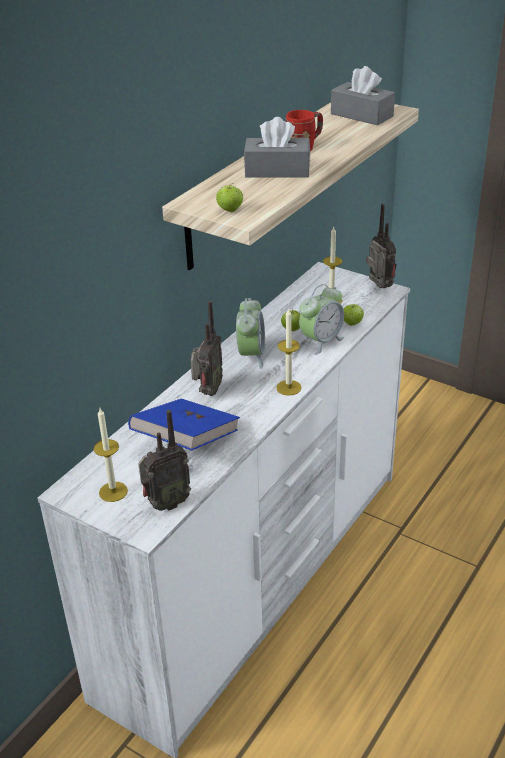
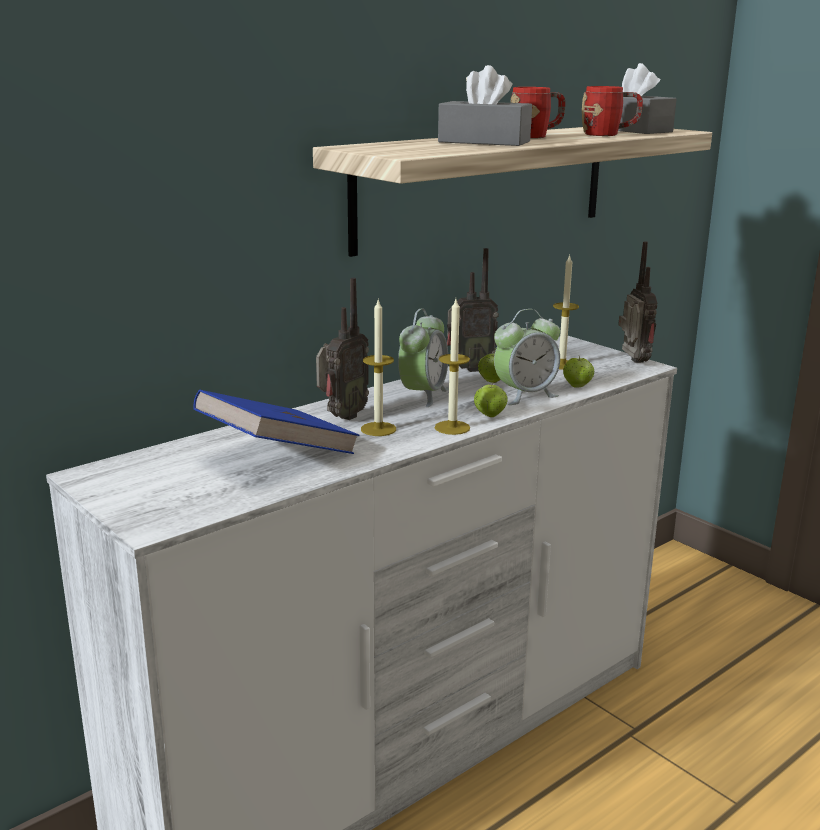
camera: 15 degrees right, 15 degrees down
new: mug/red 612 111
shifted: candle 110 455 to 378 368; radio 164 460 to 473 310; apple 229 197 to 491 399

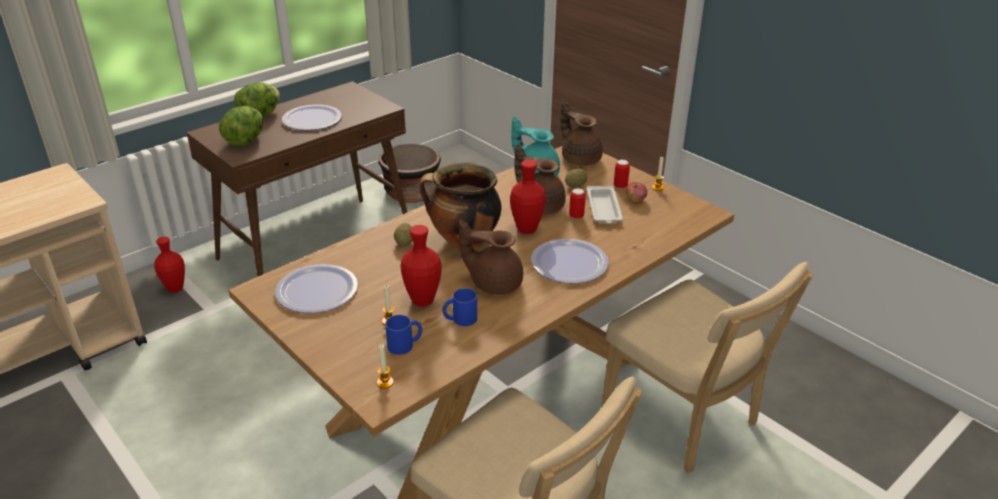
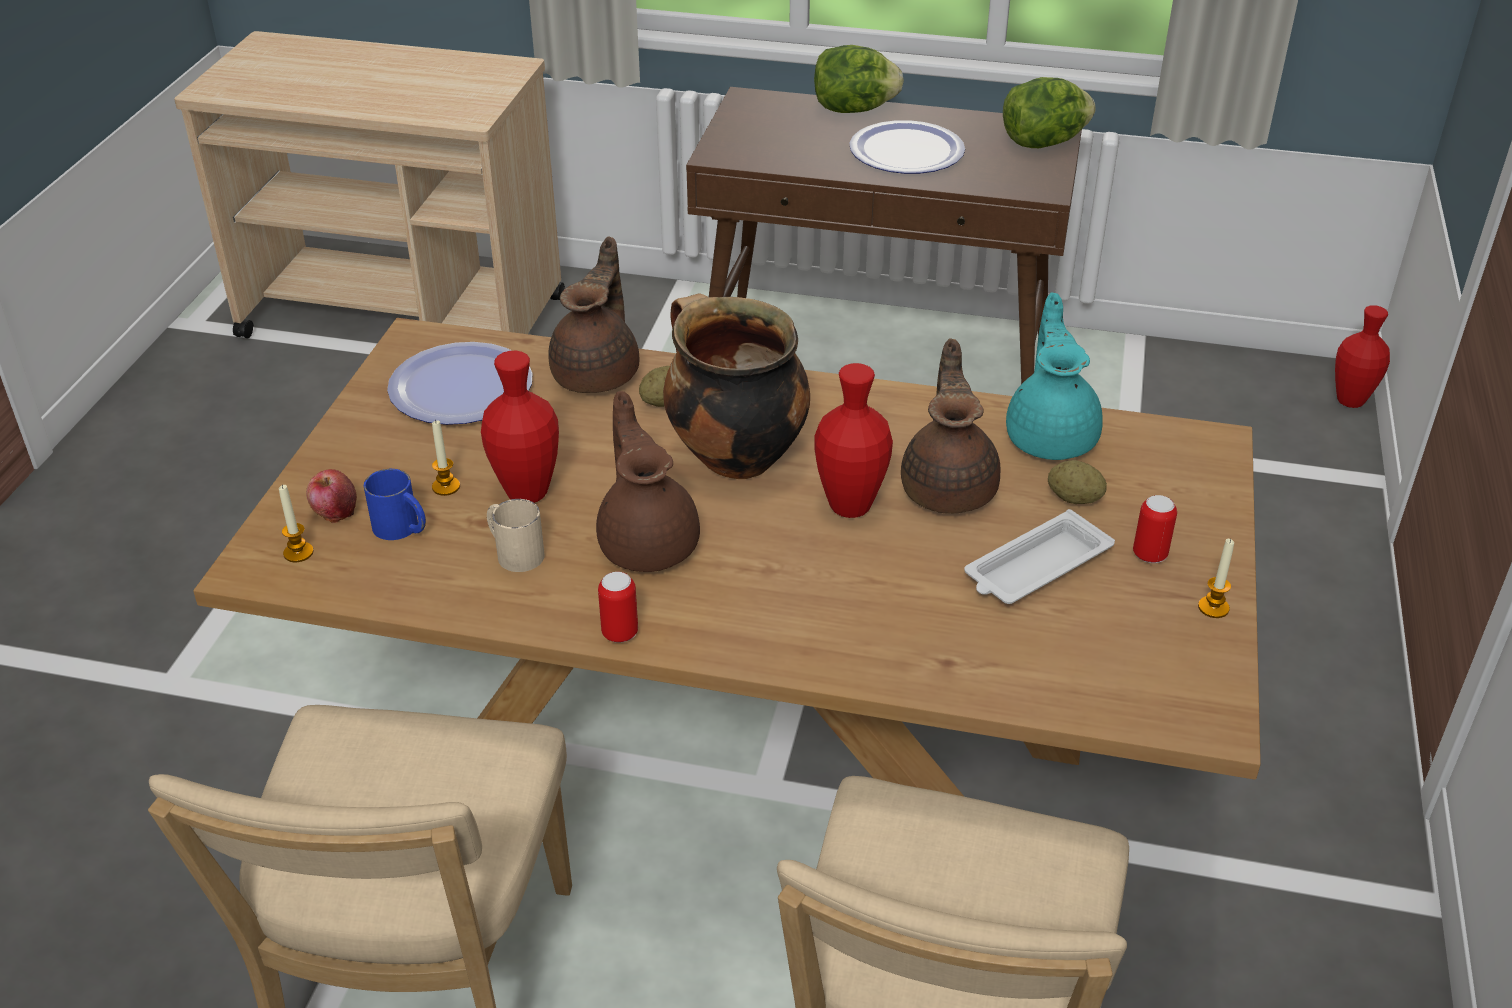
camera: 55 degrees right, 5 degrees up
gone: planter/black 409 173; plate 570 261
shifted: vase/red 169 265 to 1362 356; lettuce 241 126 to 1049 112; teapot/brown 581 133 to 593 314; can 577 203 to 618 607; apple 636 193 to 331 496
repainted: mug/blue 459 307 to mug/beige 516 535

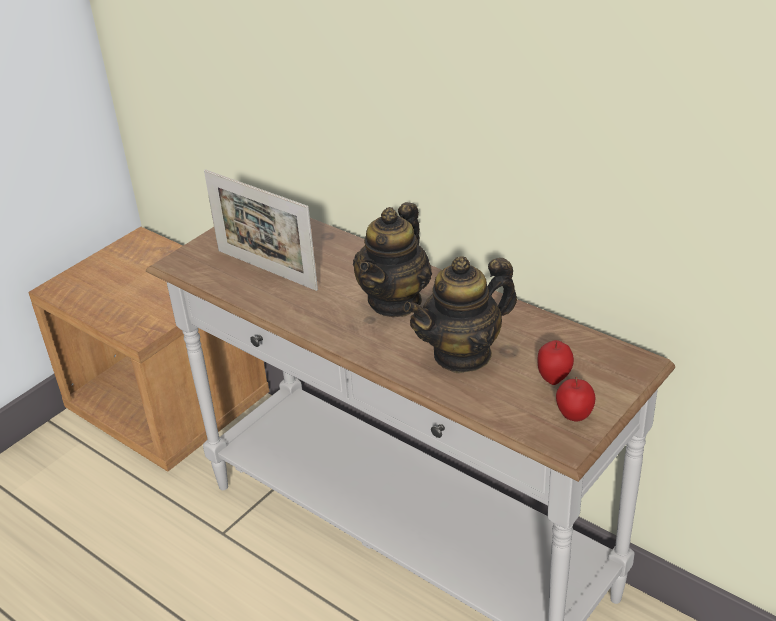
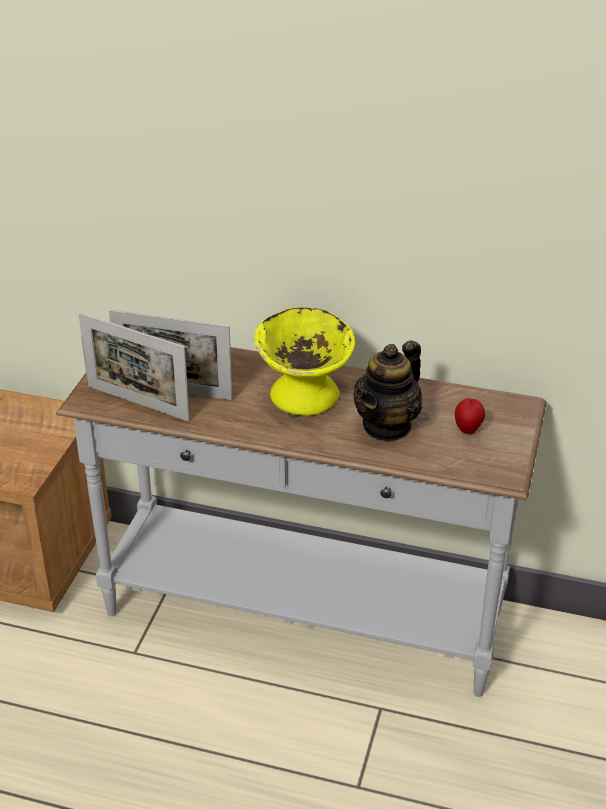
camera: 25 degrees left, 0 degrees up
gone: apple 575 399
new: picture frame 134 367
swapped: teapot 392 259 to bowl/yellow 304 361

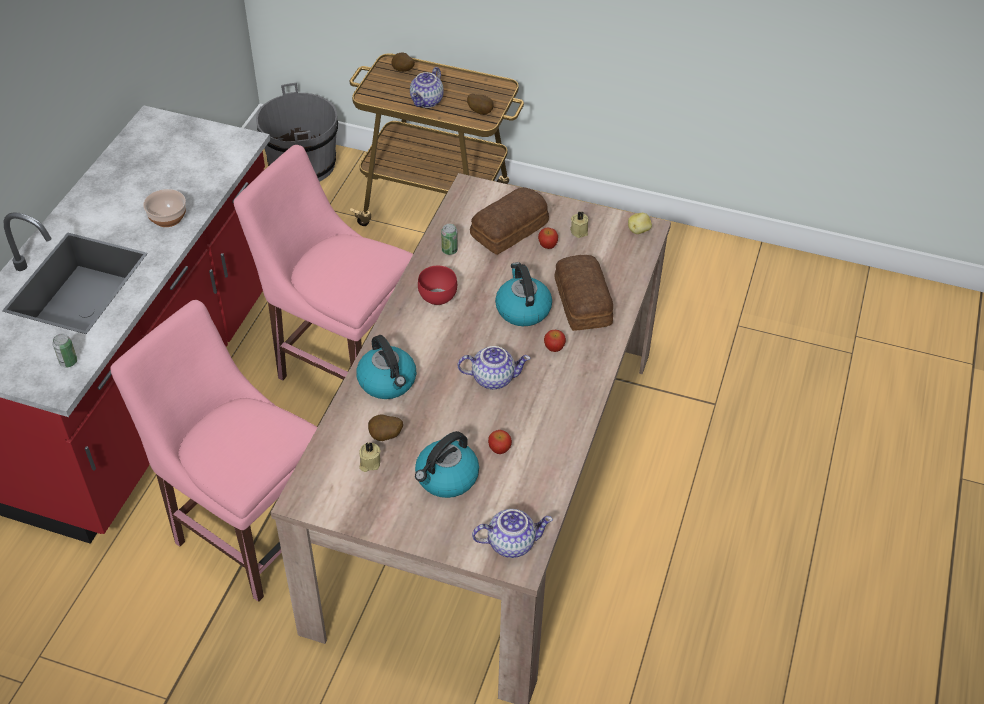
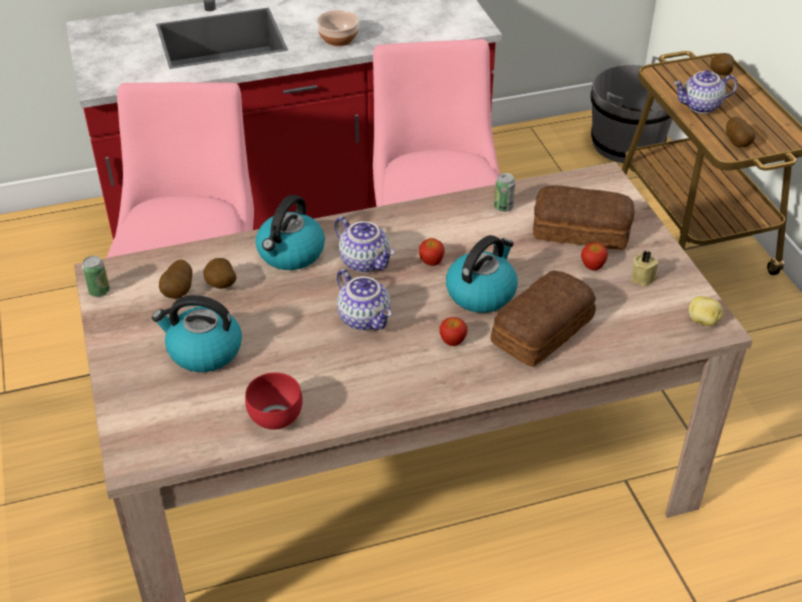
camera: 55 degrees right, 5 degrees down
shifted: can 64 350 to 96 276; bowl/red 437 285 to 274 400; teapot 512 533 to 364 244; apple 500 442 to 432 252
swapped: candle/beige 369 457 to potato 176 279

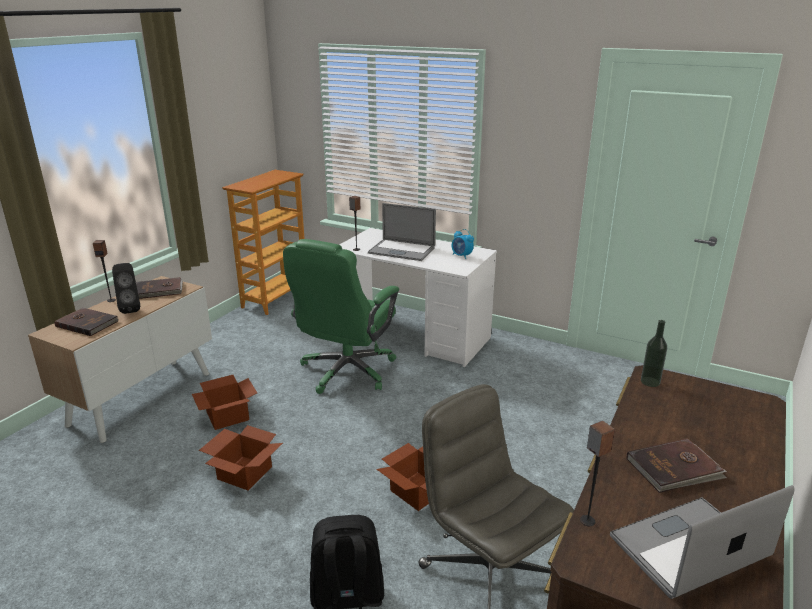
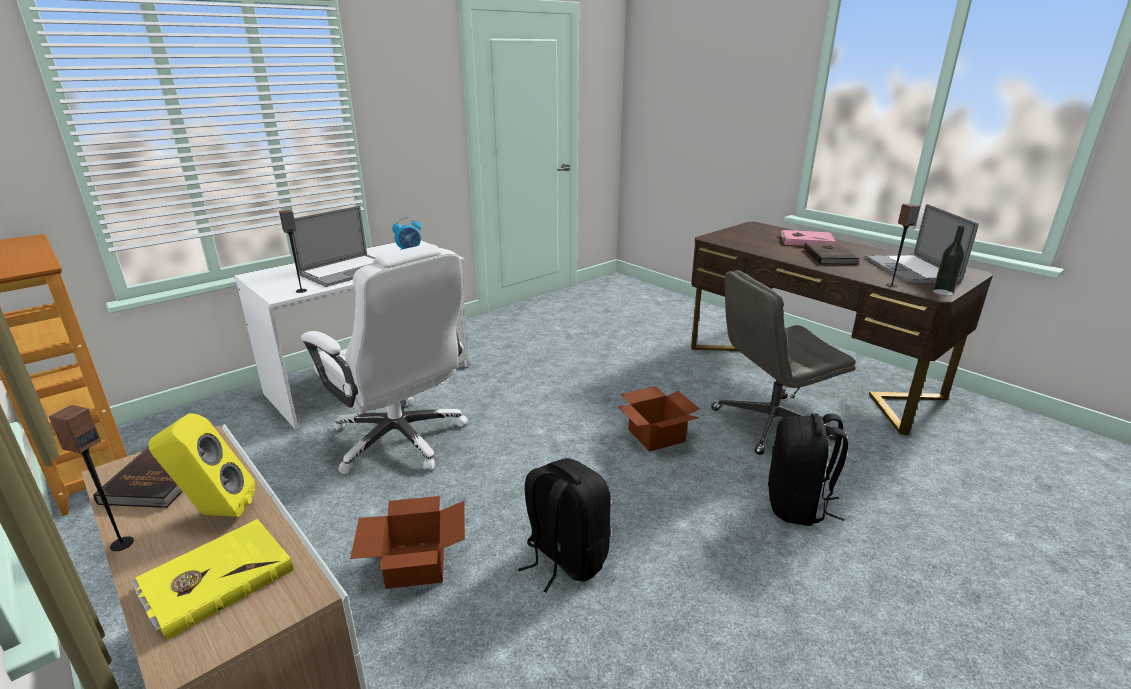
camera: 70 degrees left, 0 degrees up
new: book/pink 808 238
shifted: bottle 654 353 to 949 261
swapped: cardboard box 241 458 to backpack/black 564 525
repainted: book/brown 86 322 to book/yellow 212 580; speaker/black 126 288 to speaker/yellow 201 465; office chair/green 341 316 to office chair/white 384 359

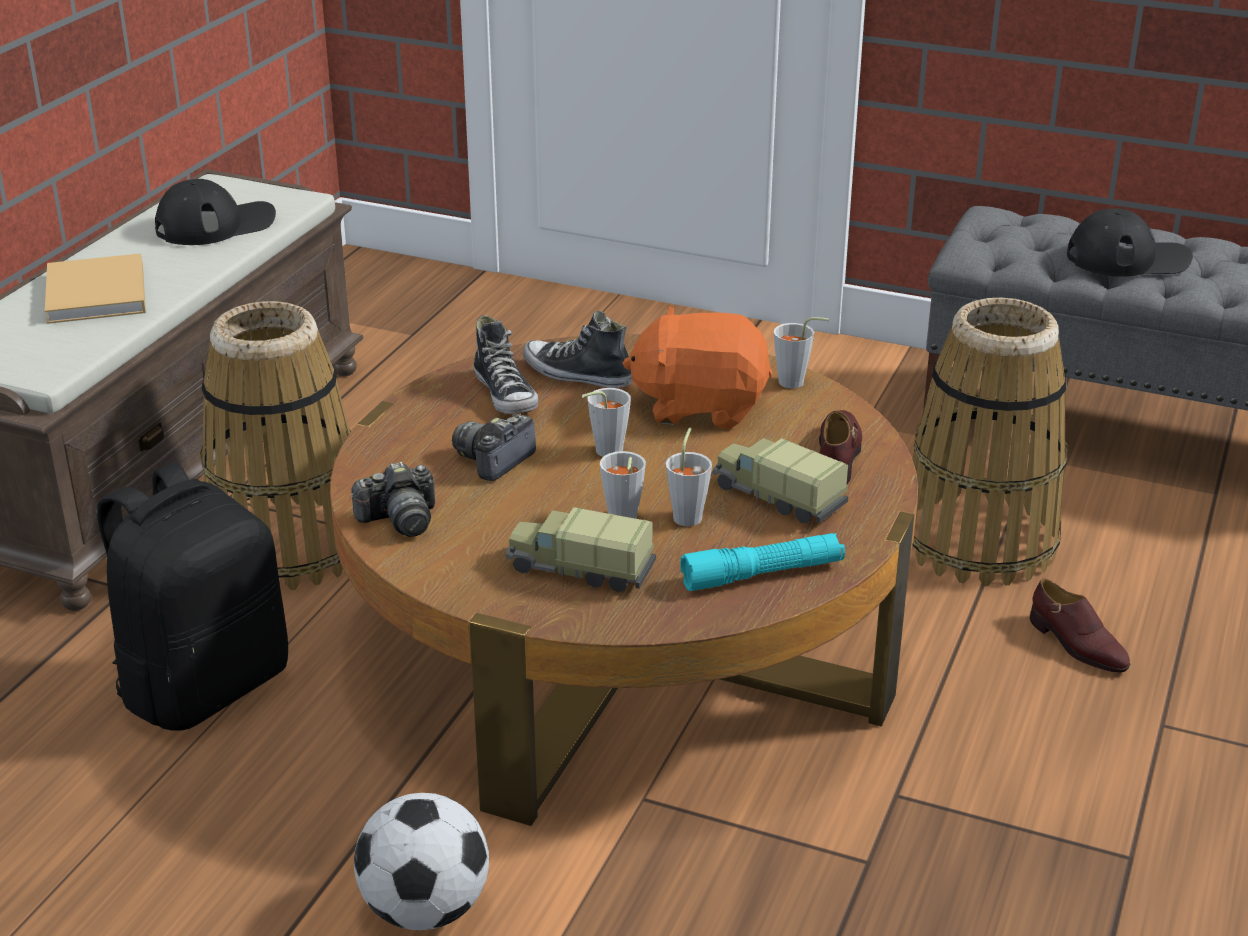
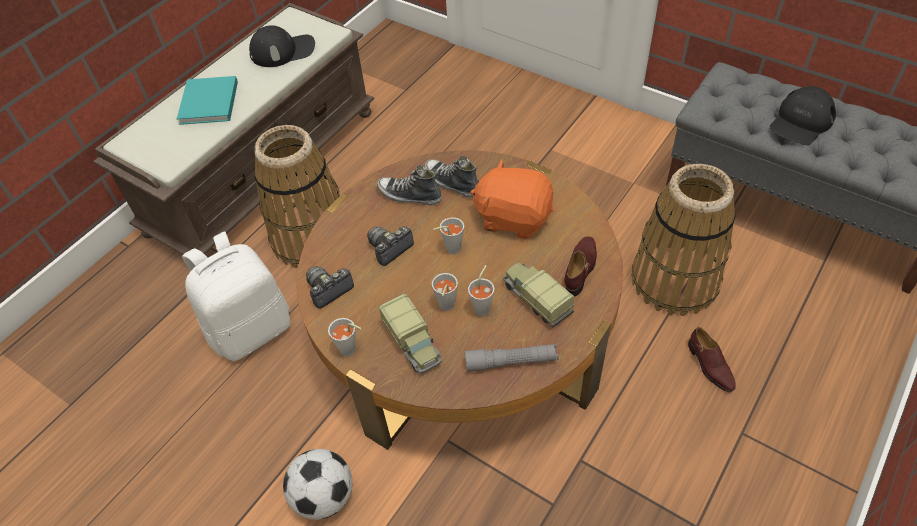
camera: 15 degrees right, 20 degrees up
shifted: cup/grey 802 352 to 344 337
repainted: book/beige 95 288 to book/turquoise 207 100; backpack/black 192 596 to backpack/white 236 296; flashlight/turquoise 762 562 to flashlight/grey 512 358
rotated: photo camera 392 499 = 330 287 150 degrees clockwise; shoe 506 364 = 409 185 120 degrees clockwise; toy truck 581 549 = 410 334 150 degrees counterclockwise; cap/black 1130 242 = 803 115 120 degrees clockwise

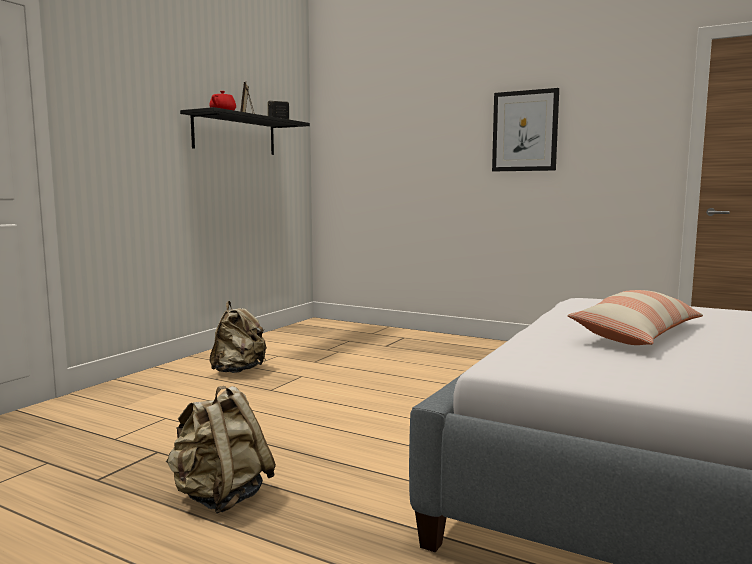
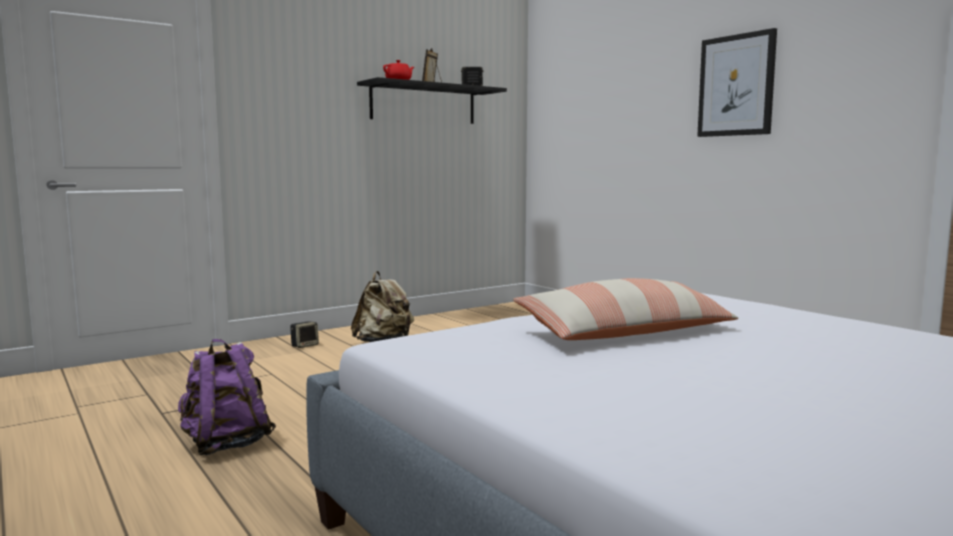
camera: 25 degrees right, 0 degrees up
new: speaker 304 334
repainted: backpack/beige 221 449 to backpack/purple 227 397

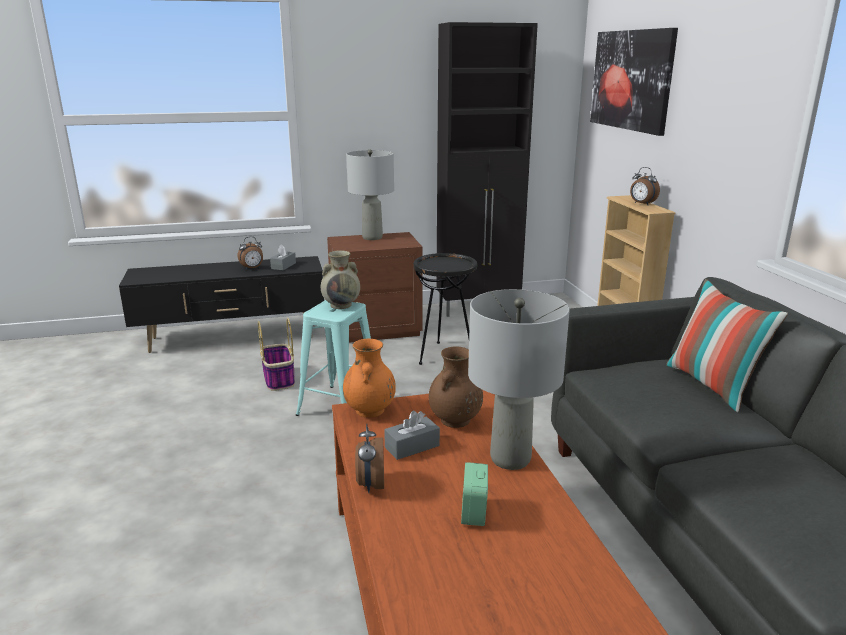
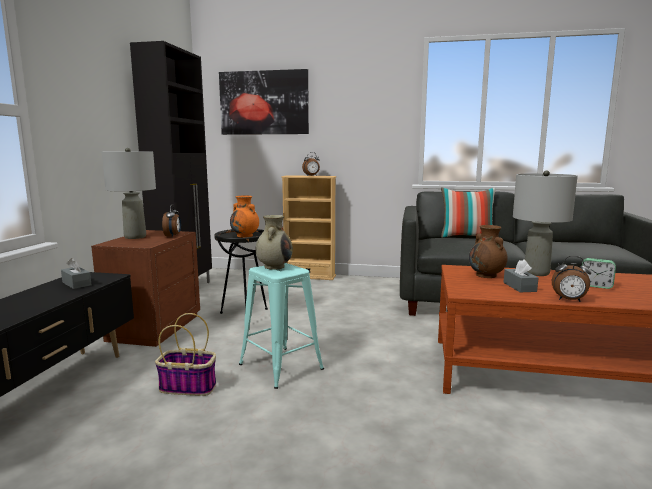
camera: 65 degrees left, 10 degrees down
shifted: alarm clock 250 253 to 171 220; vase/orange 369 378 to 244 216

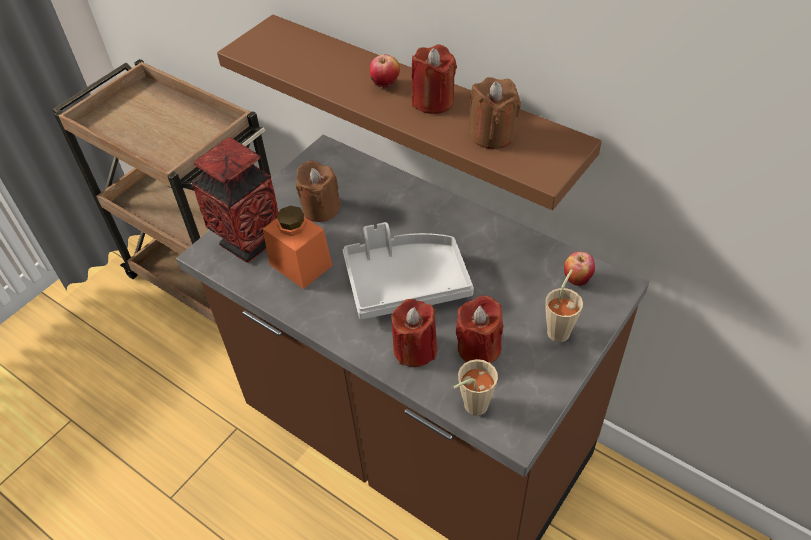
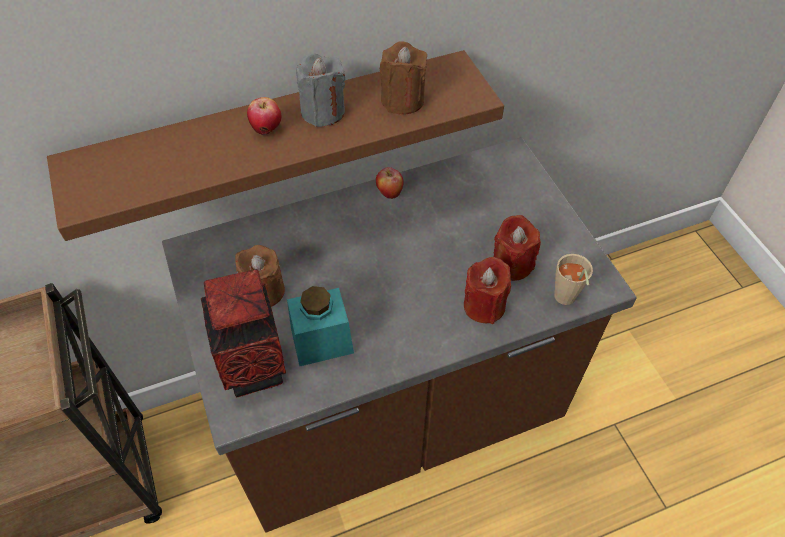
camera: 60 degrees left, 5 degrees up
gone: tray/grey 408 270; cup/beige 564 306
shifted: apple 579 269 to 390 183
repainted: jar/orange 297 247 to jar/turquoise 320 326; candle/red 434 79 to candle/grey 320 90

